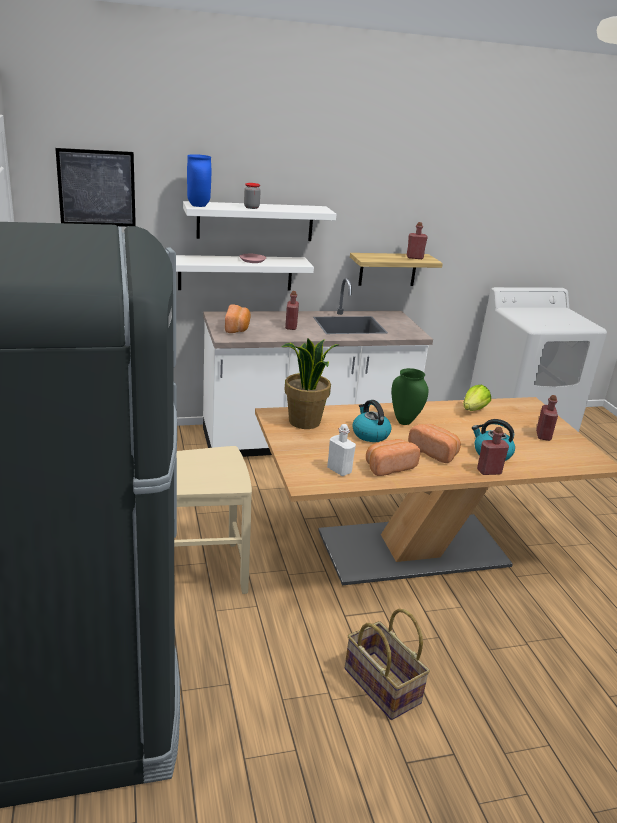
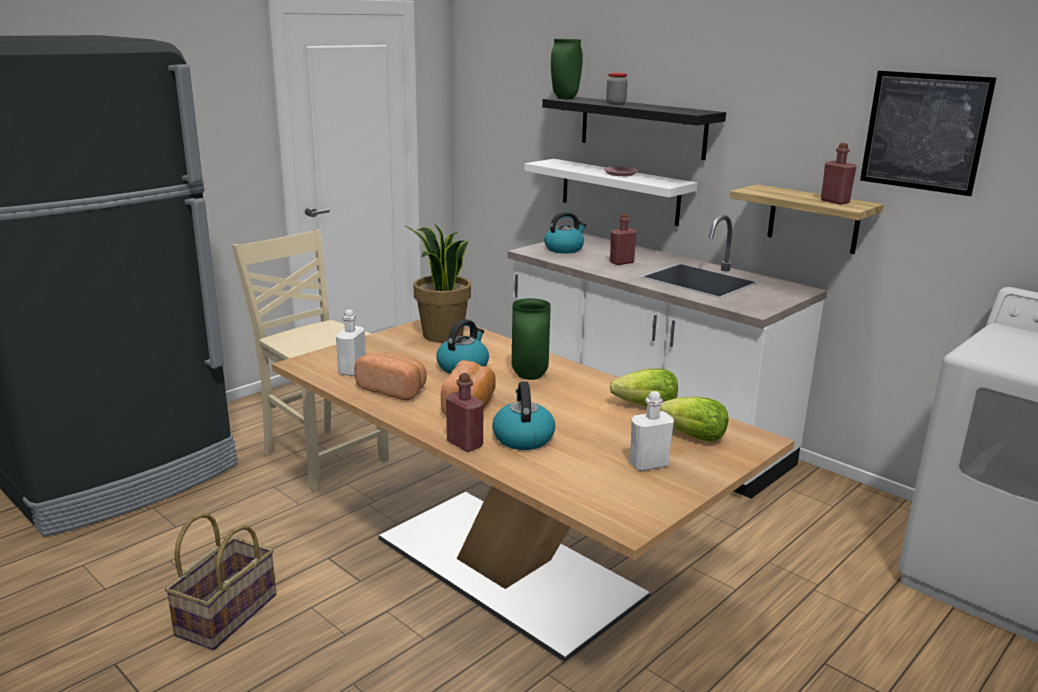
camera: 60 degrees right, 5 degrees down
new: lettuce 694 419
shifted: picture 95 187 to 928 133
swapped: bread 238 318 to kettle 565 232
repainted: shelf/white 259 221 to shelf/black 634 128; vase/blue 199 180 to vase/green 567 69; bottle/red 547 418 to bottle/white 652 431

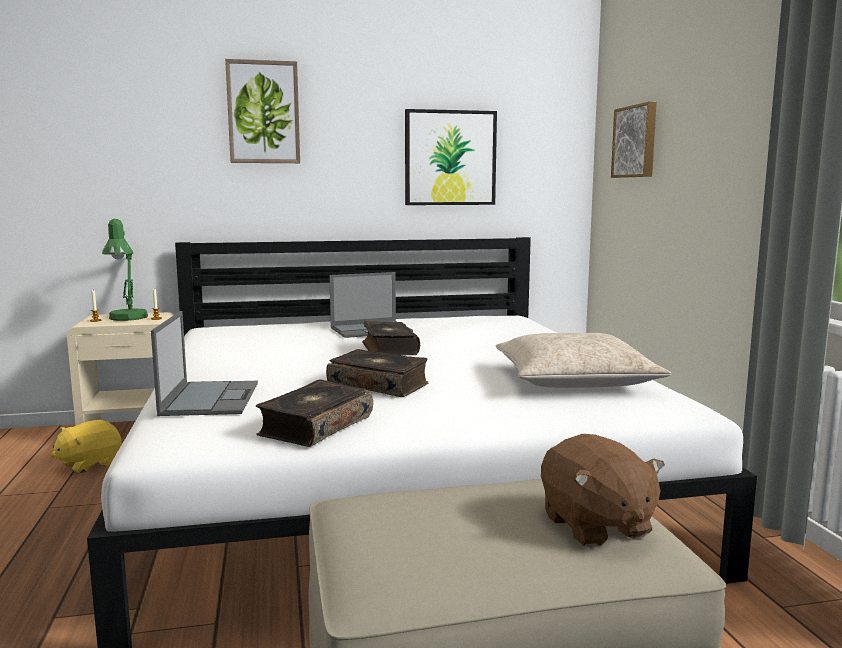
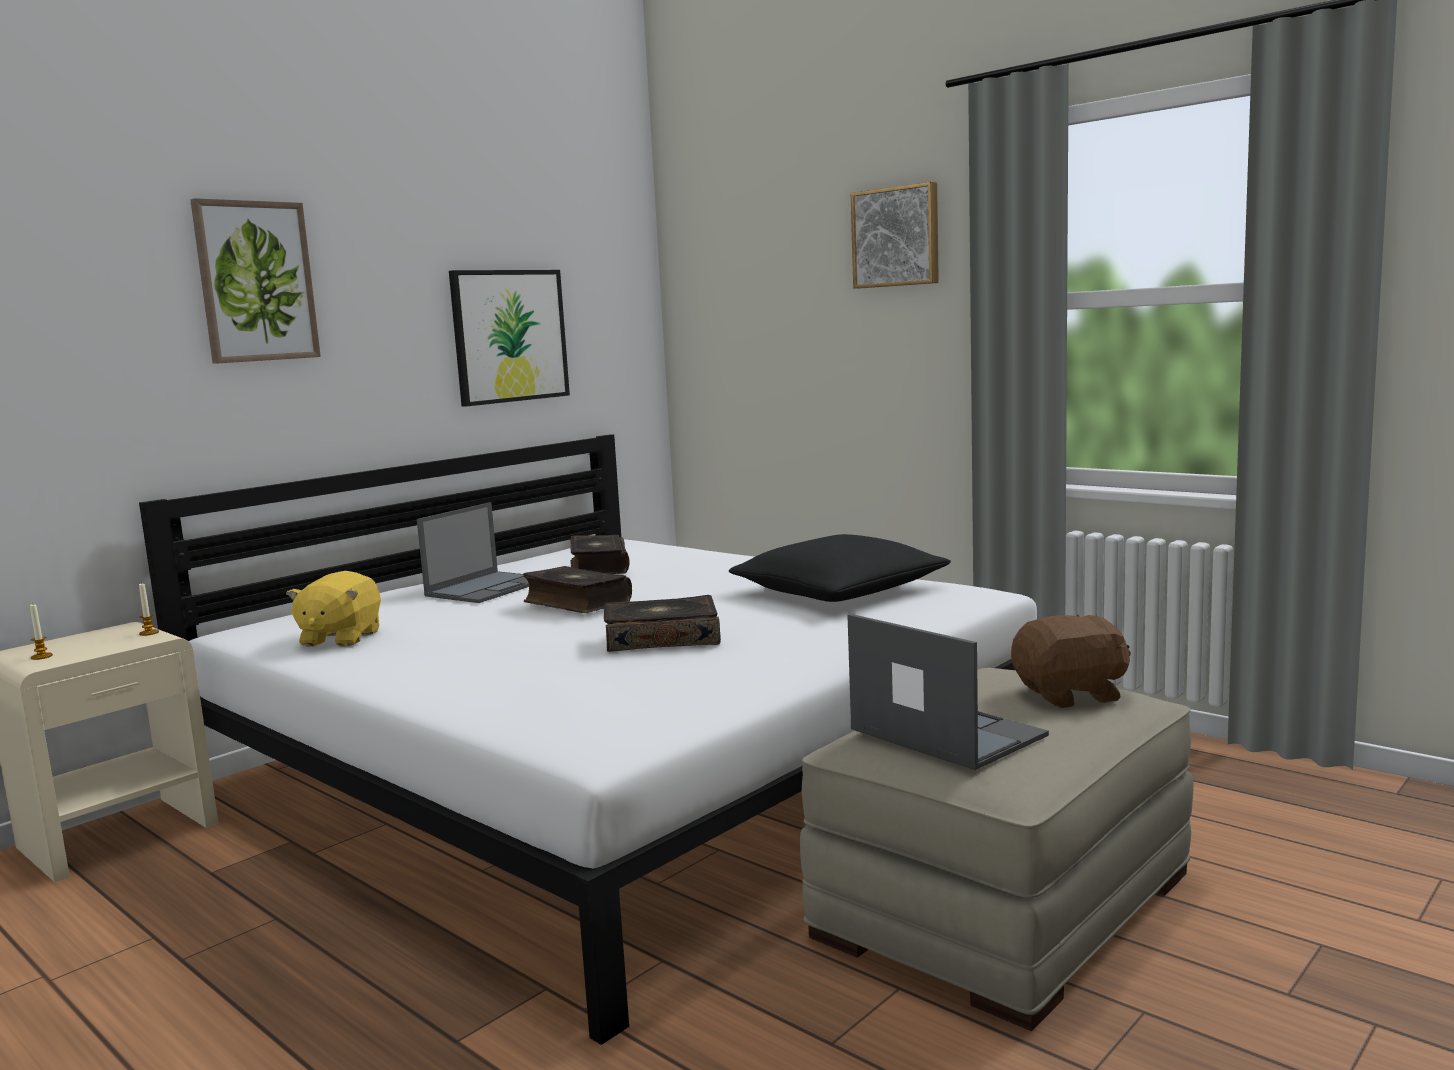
camera: 35 degrees left, 0 degrees up
gone: table lamp/green 125 270
shifted: plush toy/yellow 86 447 to 333 609; laptop 204 363 to 948 692; book 314 413 to 600 554; picture 634 140 to 895 235
repainted: pillow/beige 584 360 to pillow/black 840 568
rotated: plush toy/brown 603 491 = 1071 661 45 degrees counterclockwise

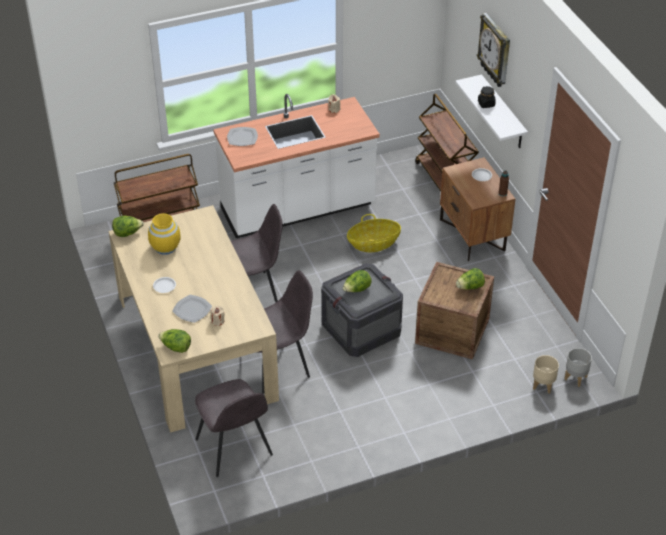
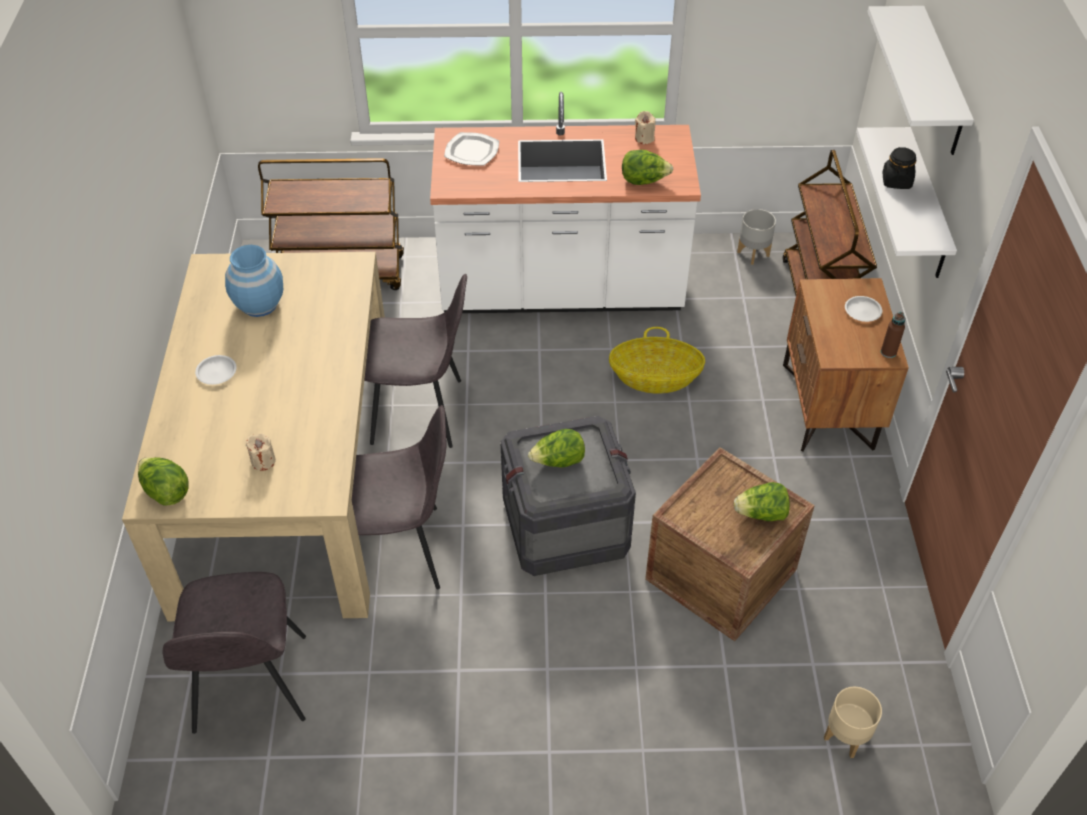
camera: 20 degrees right, 5 degrees up
gone: plate 192 309
shifted: lettuce 128 226 to 647 167; planter/grey 578 367 to 756 237
swapped: wall clock 493 50 to shelf/white 920 80
repainted: vase/yellow 164 234 to vase/blue 254 281

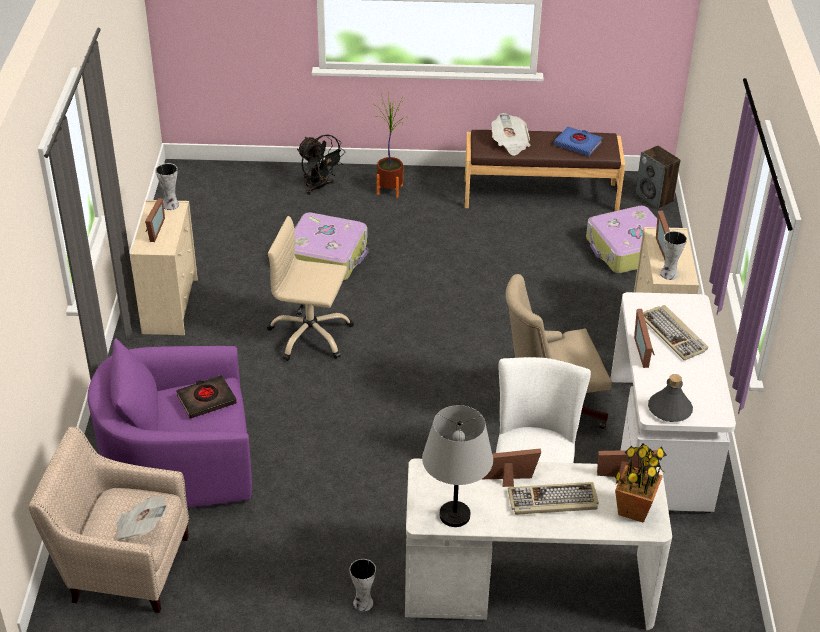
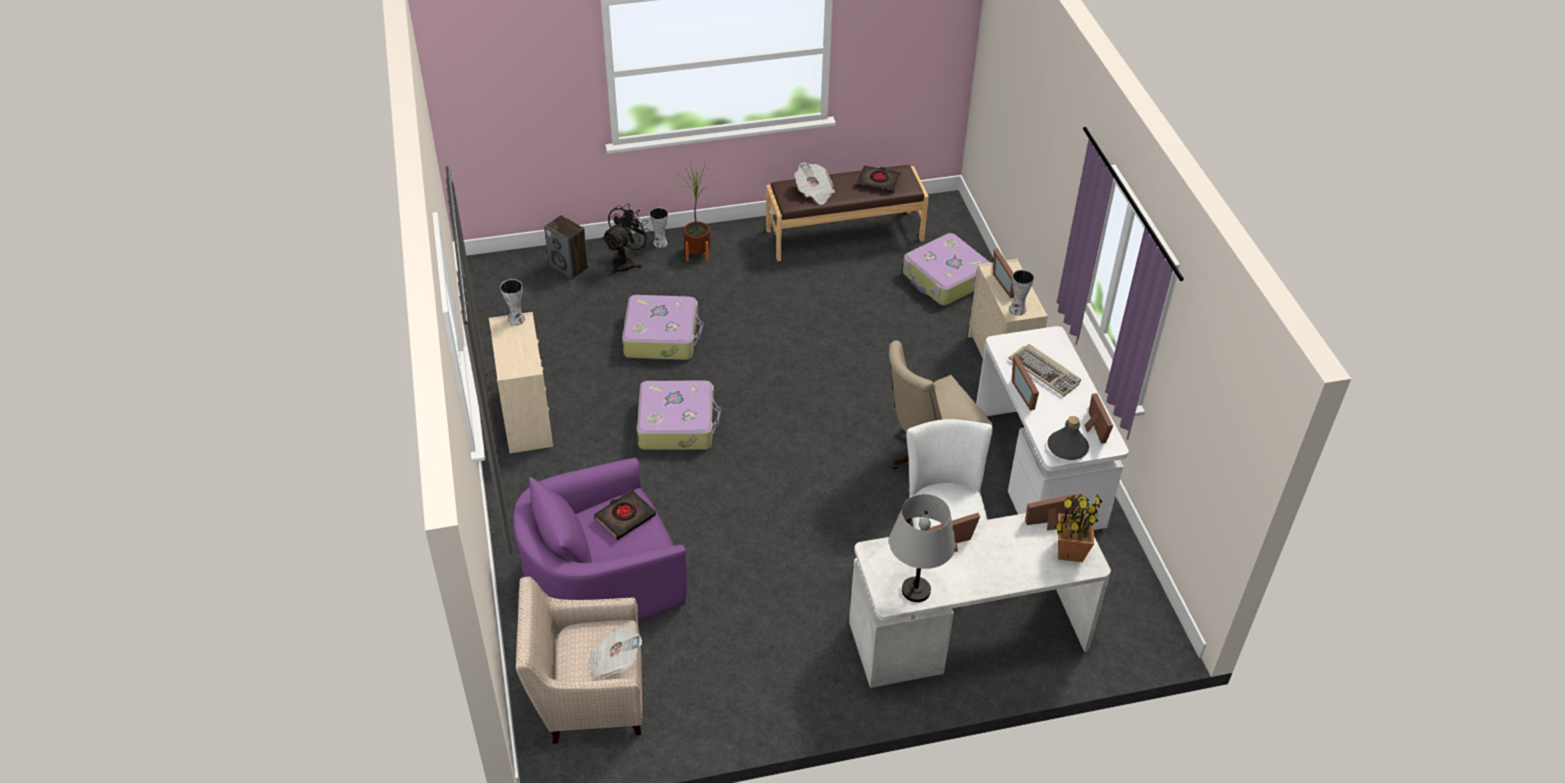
camera: 15 degrees left, 5 degrees up
gone: keyboard 553 498
shifted: picture frame 155 220 to 1098 418; vase 363 585 to 658 227; speaker 657 177 to 566 247
swapped: office chair/beige 310 288 to suitcase 679 415
repainted: book/blue 578 141 to book/black 878 180
rotated: fan/black 321 165 = 627 240 90 degrees counterclockwise

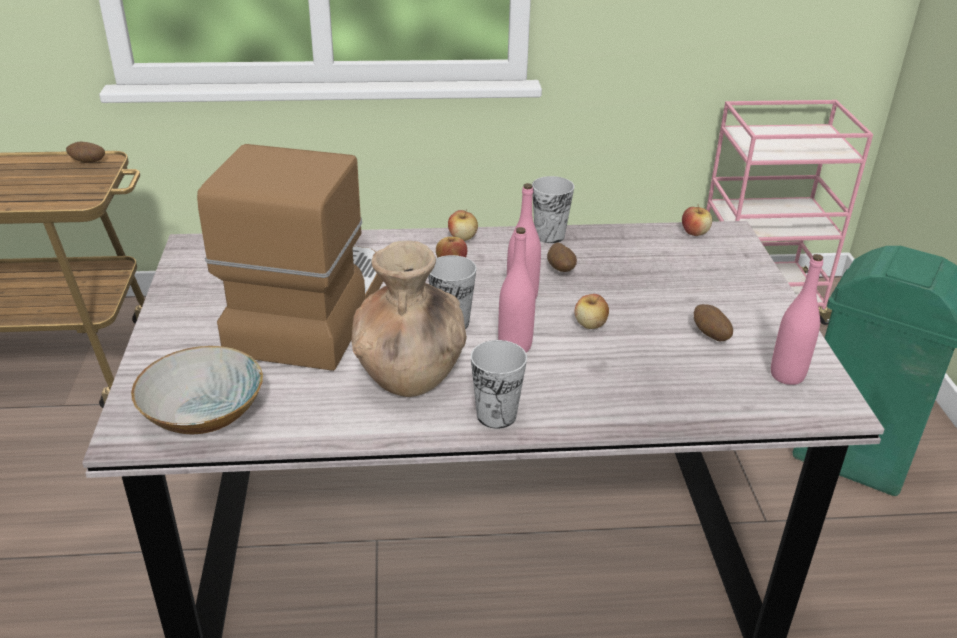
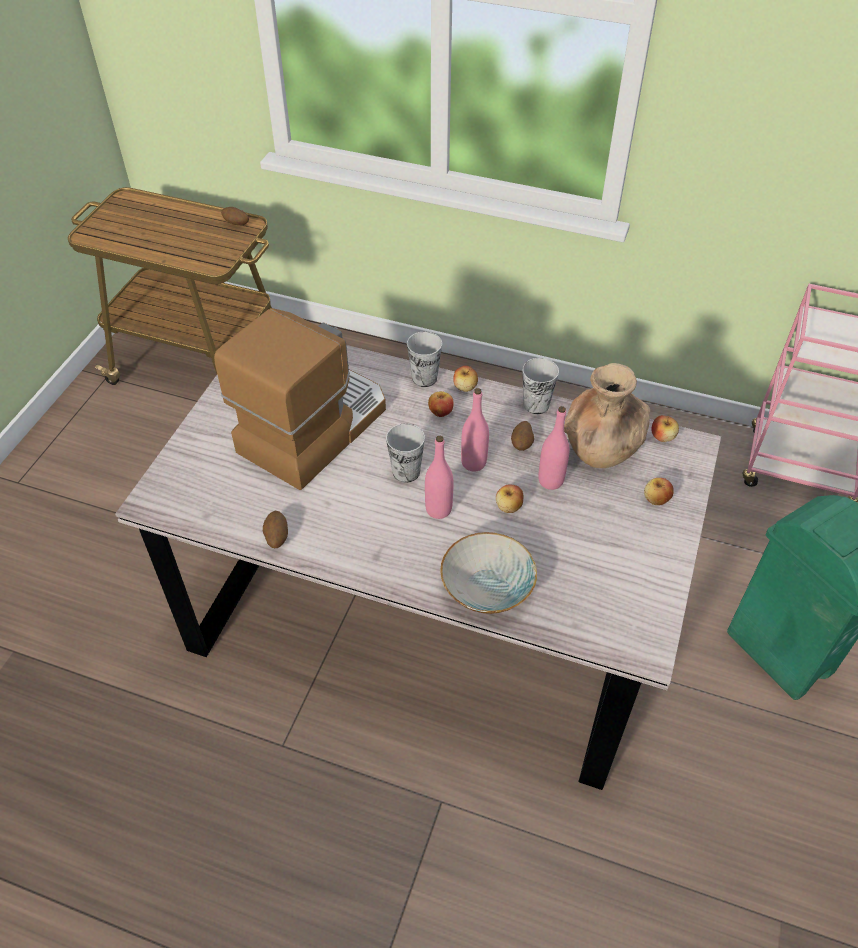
camera: 25 degrees right, 15 degrees up
new: apple 659 491
shifted: bowl 197 390 to 488 573; vase/brown 409 319 to 607 415; cup 499 384 to 424 359; potato 713 322 to 275 529; bottle/pink 797 319 to 554 448

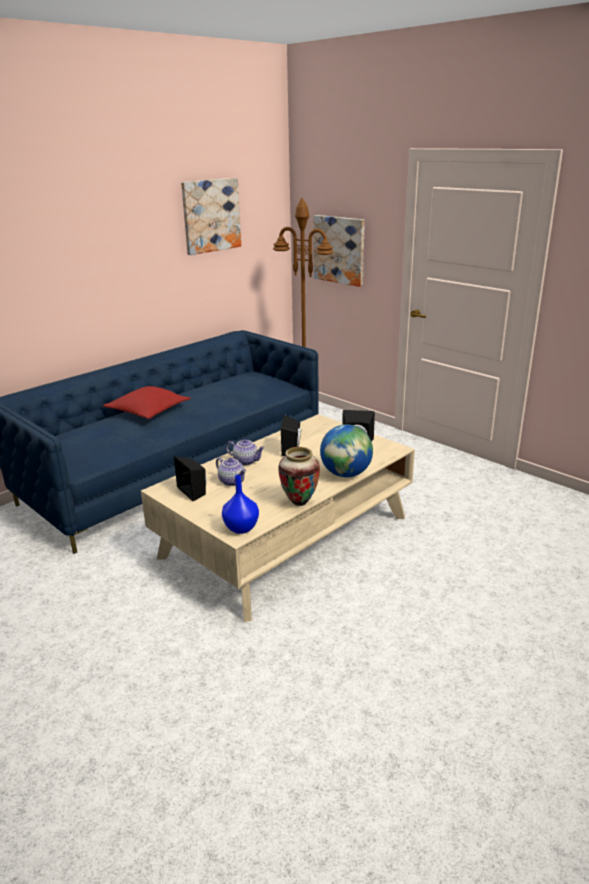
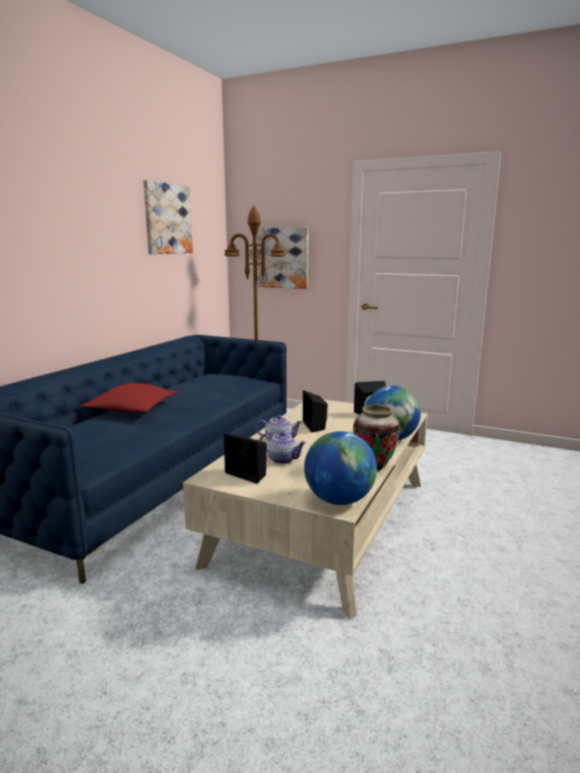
camera: 20 degrees left, 10 degrees down
swapped: vase/blue 240 504 to globe 340 468

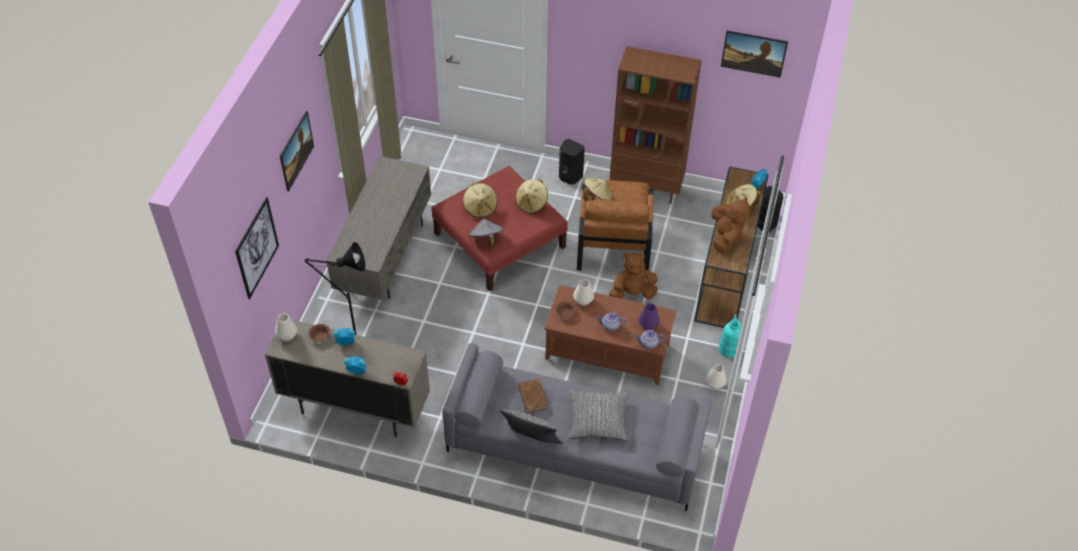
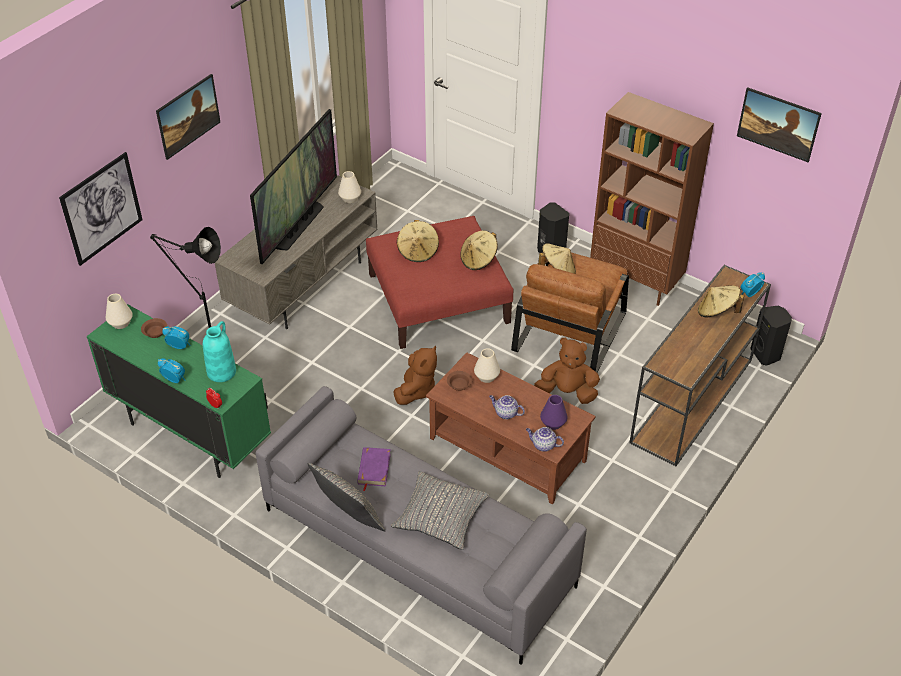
camera: 20 degrees right, 5 degrees down
gone: hat/grey 486 232
new: television 293 186
shifted: vase/white 716 376 to 349 187; plush toy/brown 730 224 to 415 375; vase/turquoise 730 336 to 219 351
repainted: cabinet/beige 347 378 to cabinet/green 179 391; book/brown 533 397 to book/purple 374 469

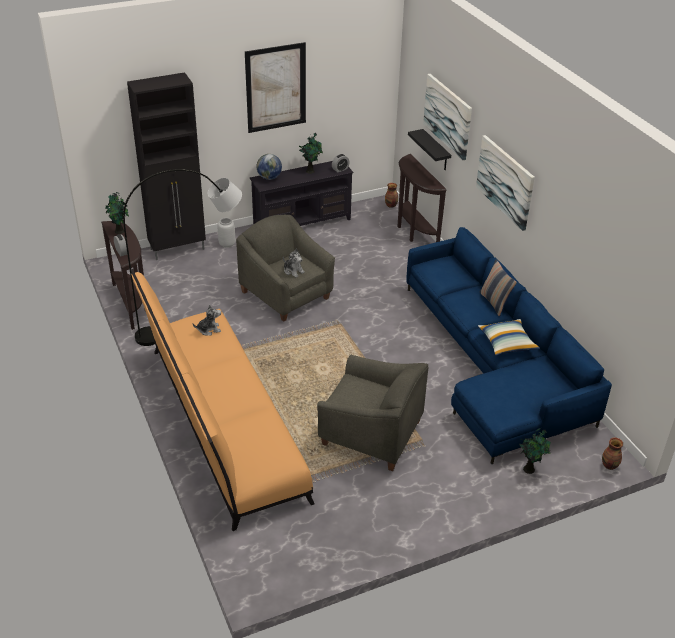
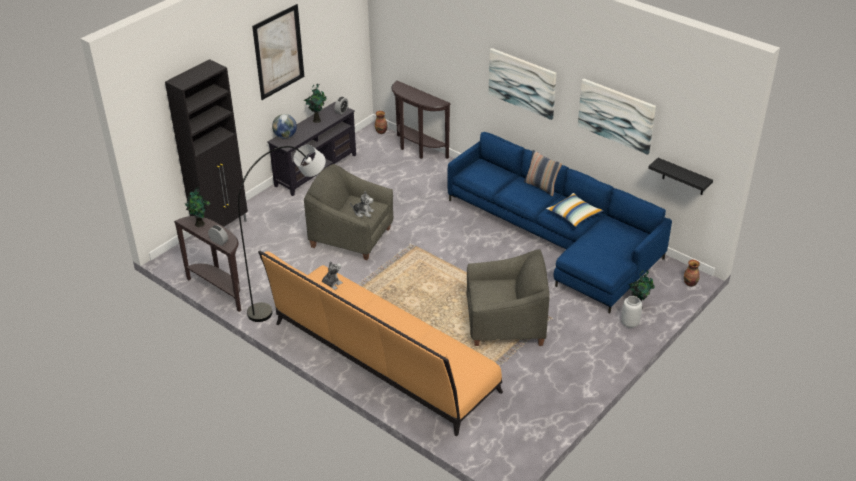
camera: 25 degrees left, 0 degrees up
shifted: vase/grey 226 233 to 631 312; shelf/black 429 149 to 680 176; picture 447 117 to 617 116

